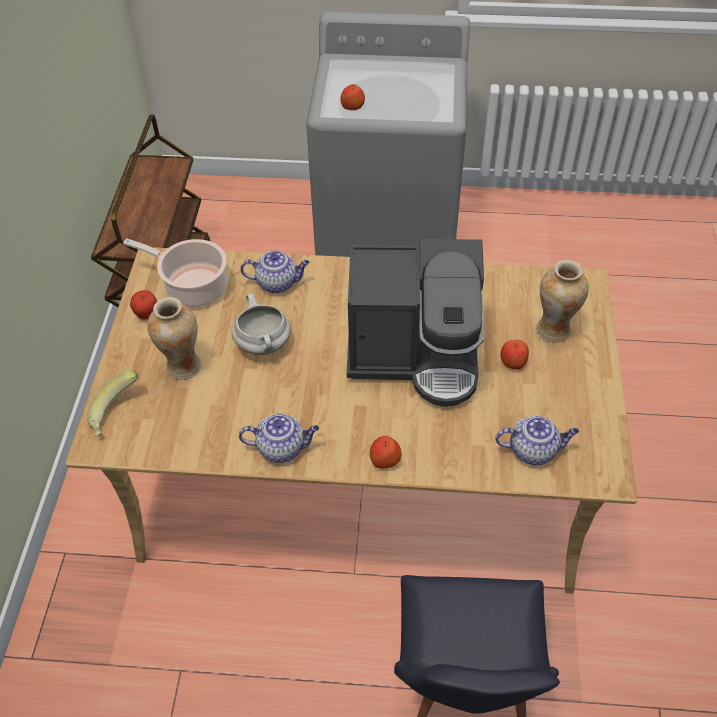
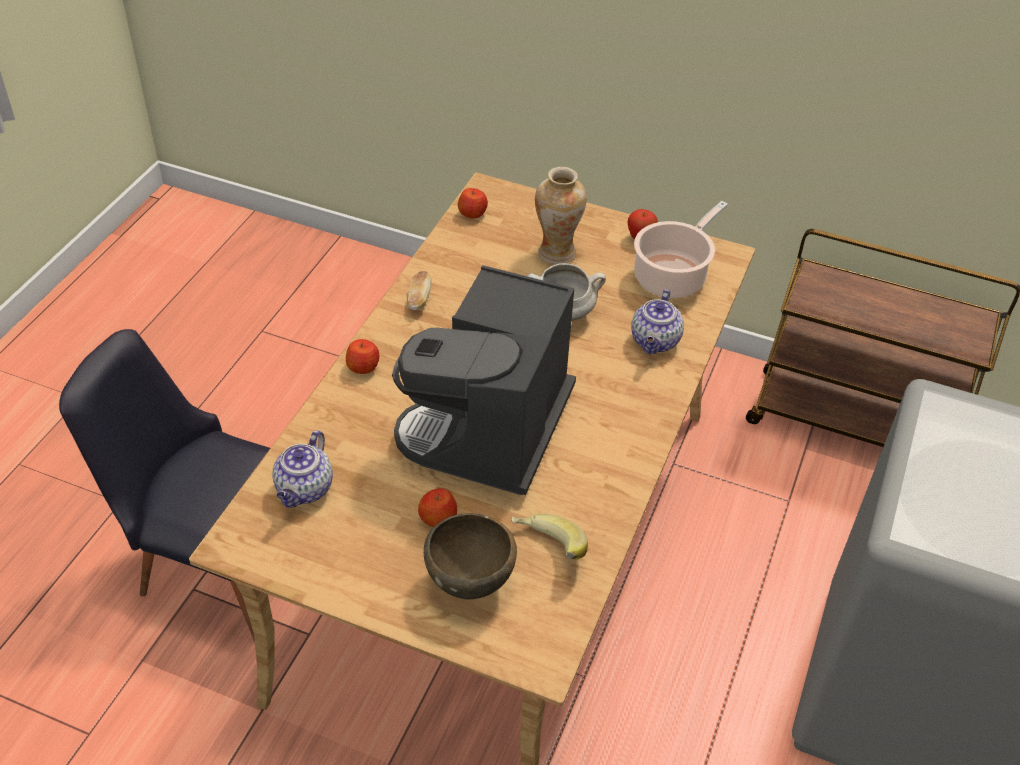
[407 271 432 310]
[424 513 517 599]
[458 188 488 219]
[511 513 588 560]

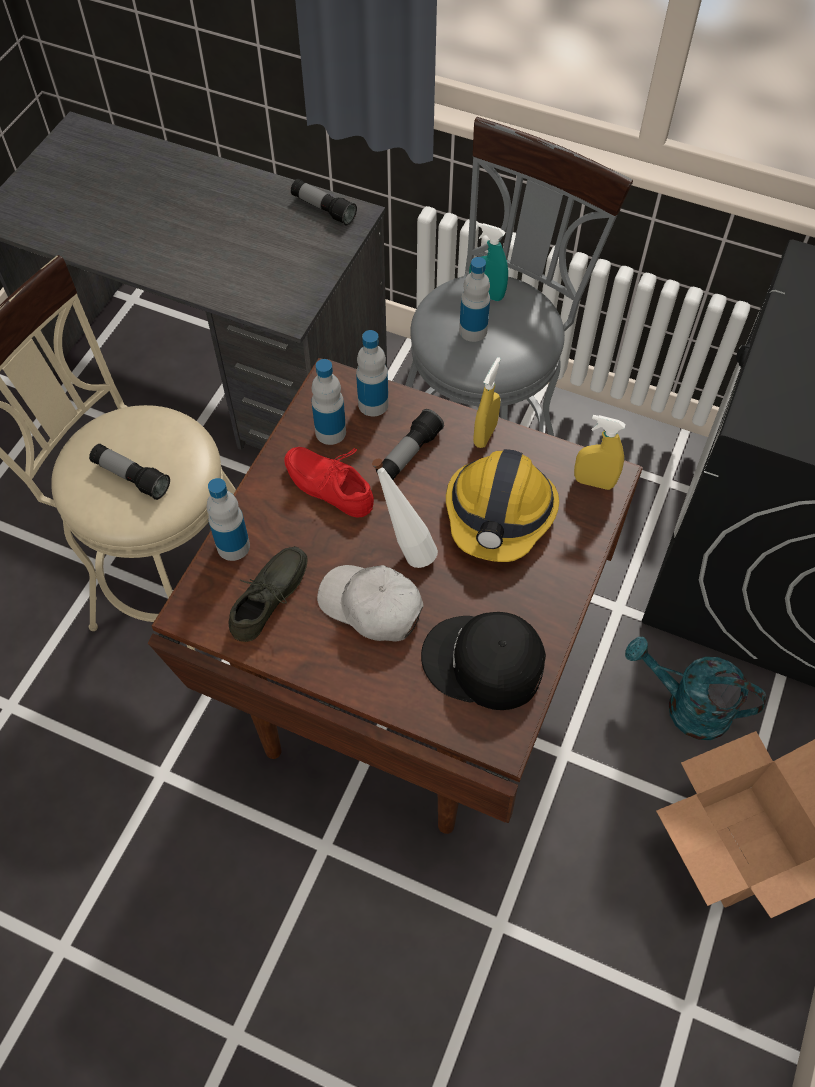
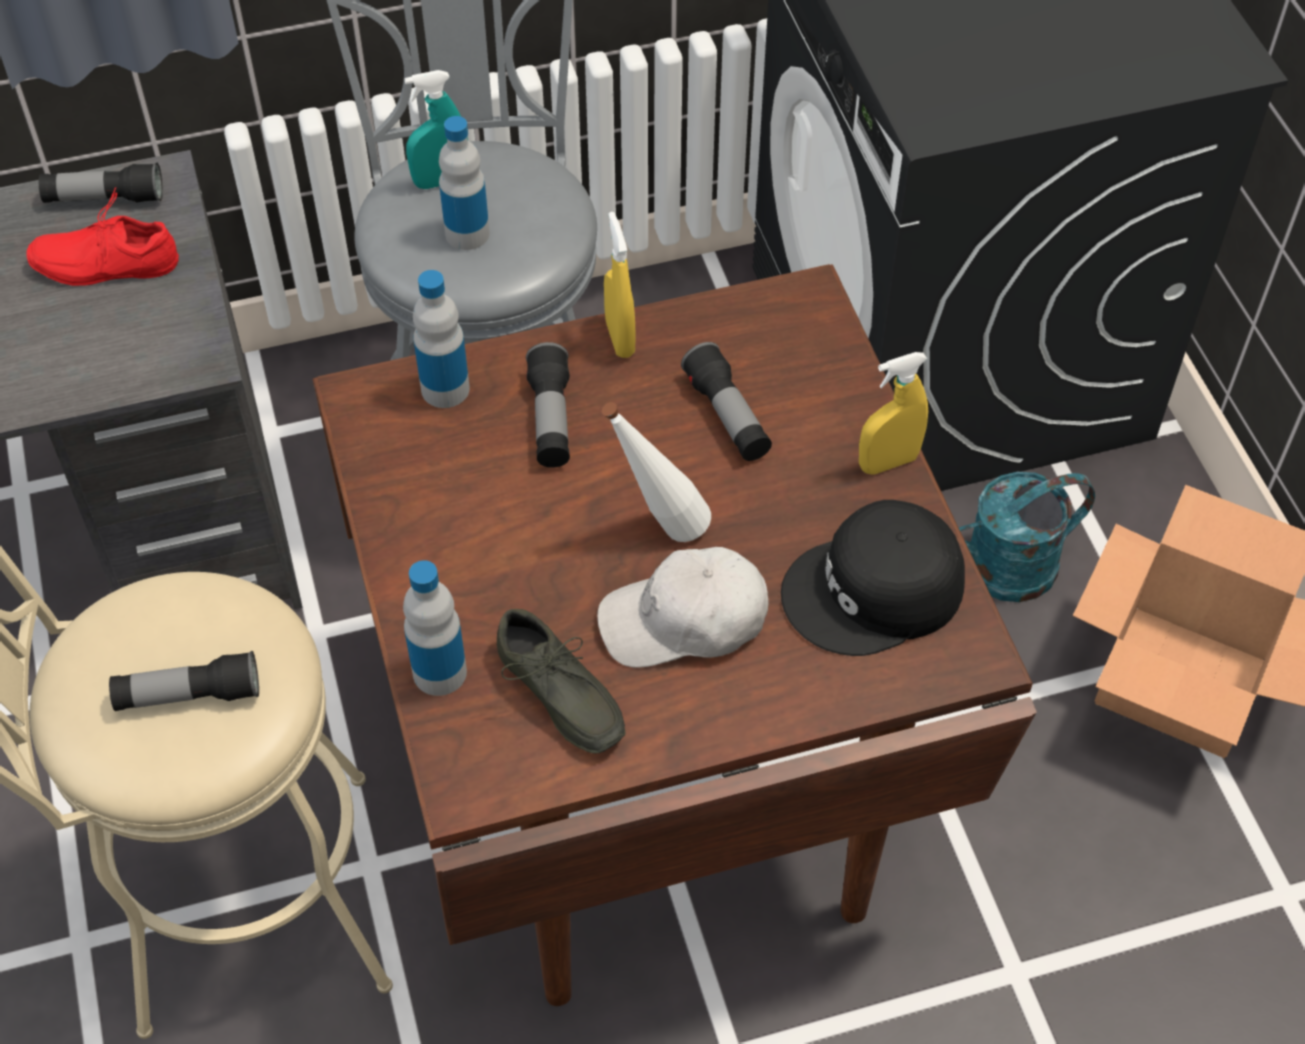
[26 187 179 286]
[497 609 625 753]
[681 342 772 461]
[859 352 928 474]
[311 359 346 445] (first image)

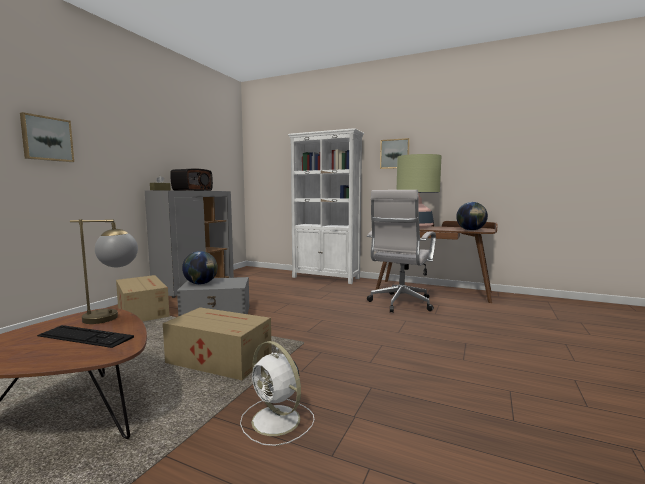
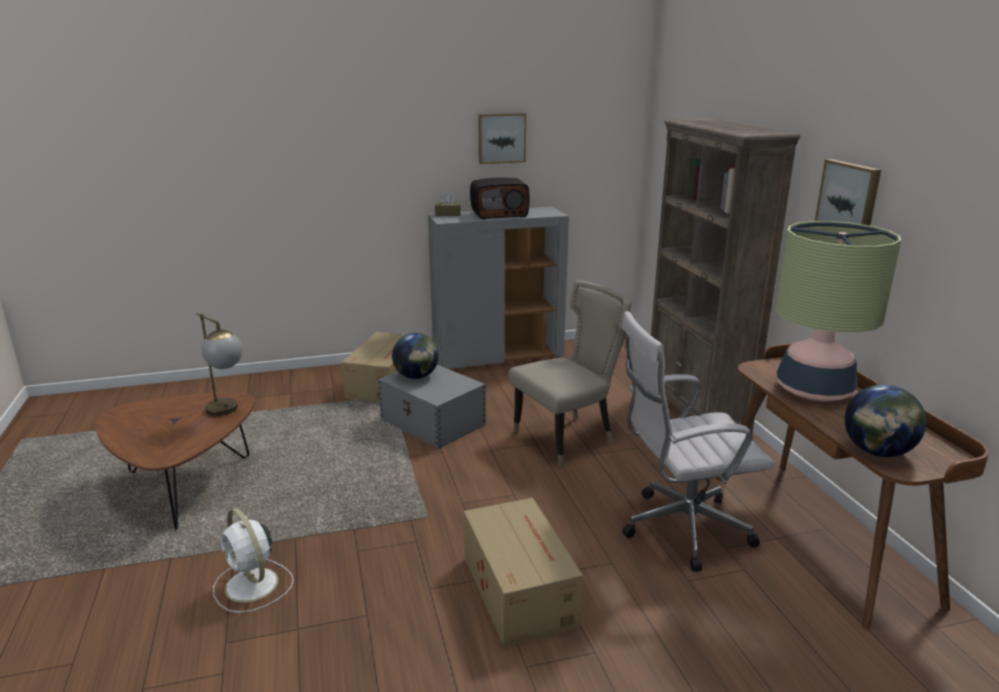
[213 508 293 613]
[464 497 583 647]
[478 113 526 164]
[508 280 631 467]
[651 118 800 435]
[37 325 134 348] (first image)

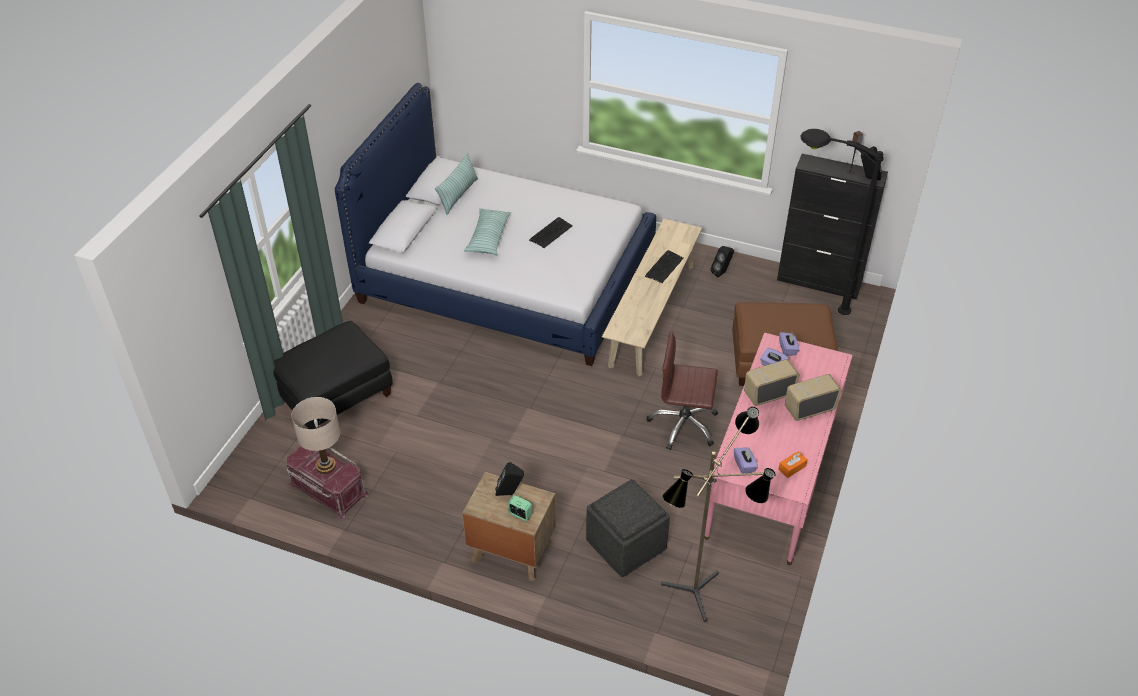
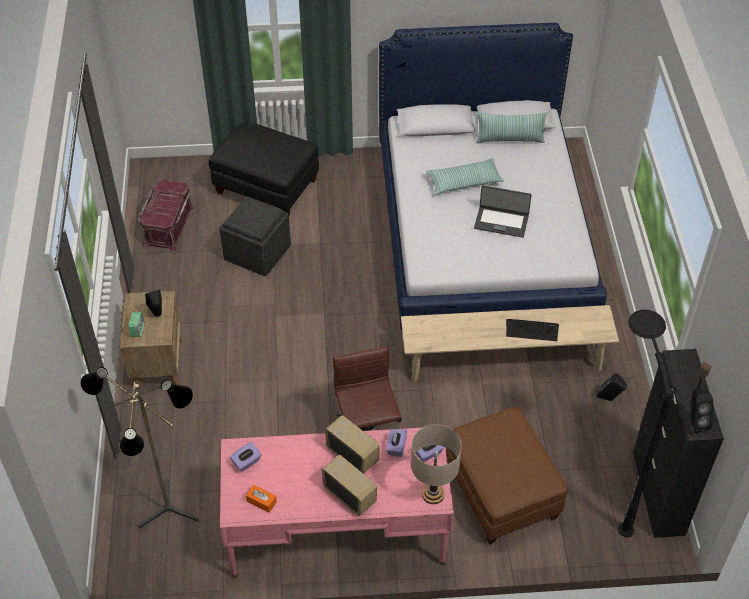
[220 196 291 276]
[411 424 462 504]
[474 185 532 237]

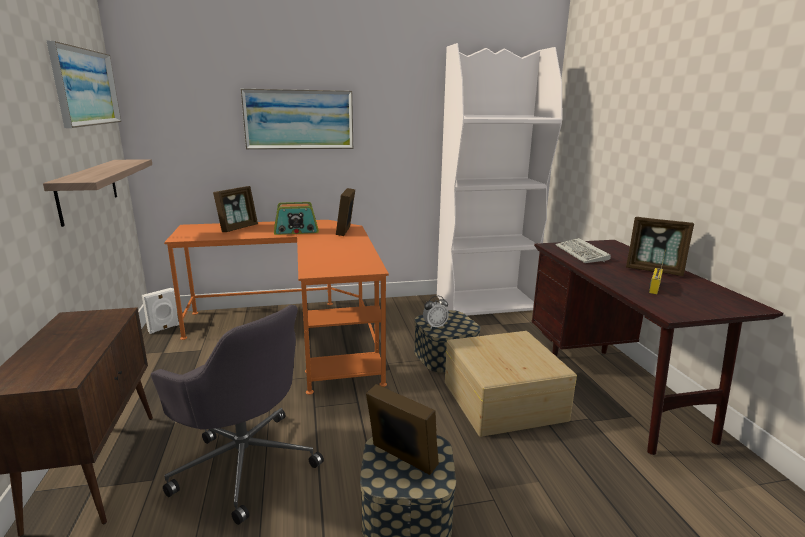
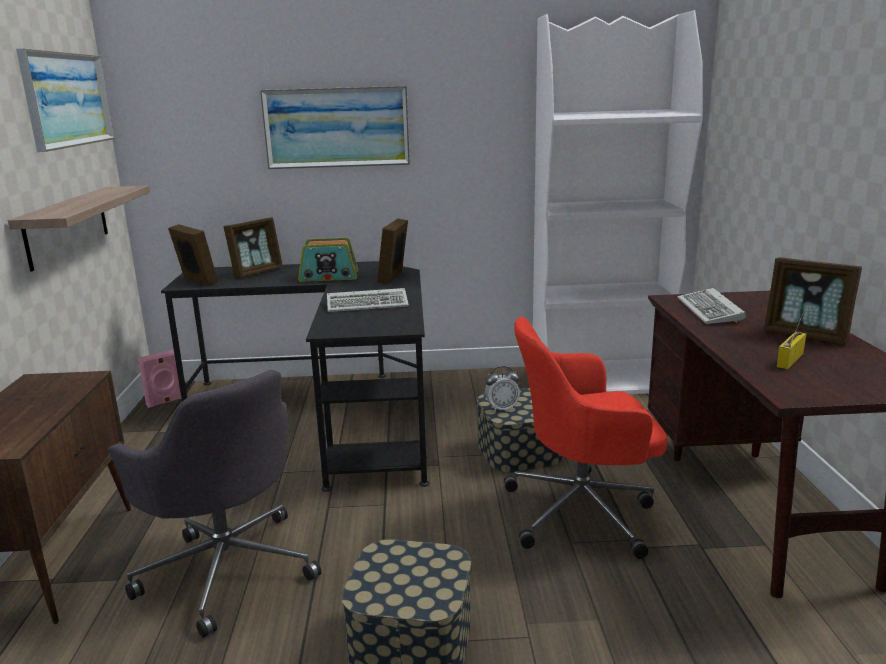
[138 350 181 408]
[161 261 429 492]
[168 224 218 286]
[327 288 409 312]
[504 317 668 559]

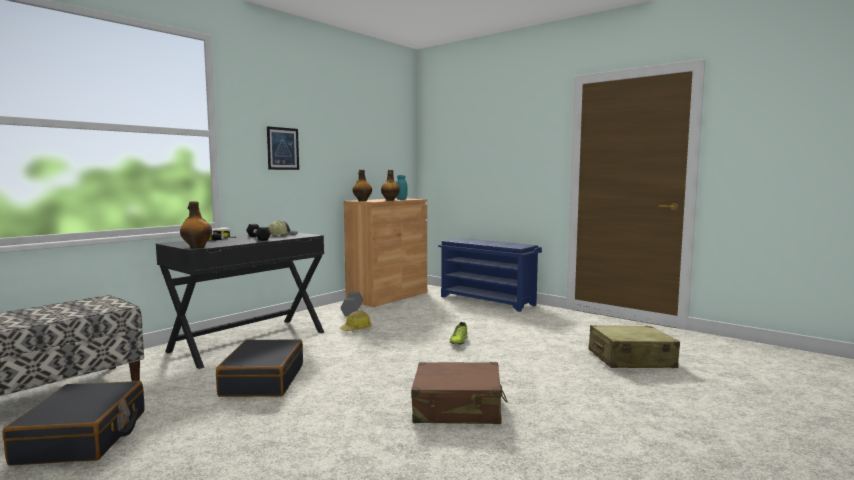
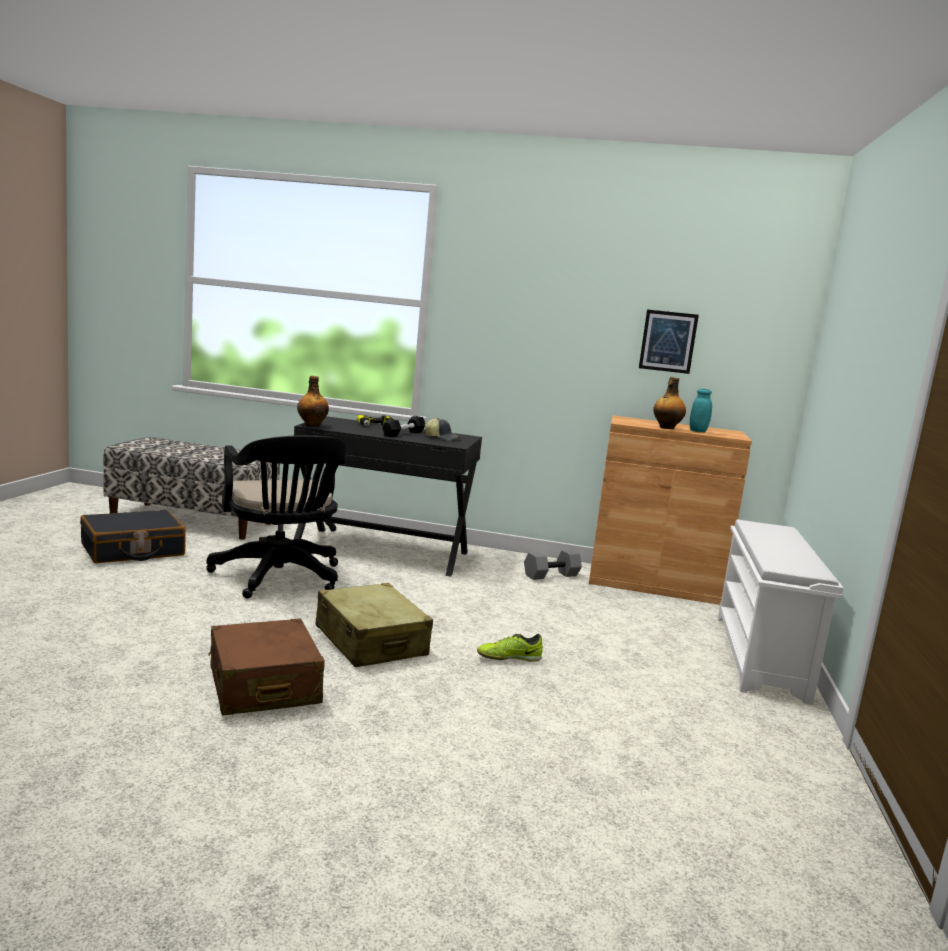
[206 435 347 598]
[315 583 433 667]
[639 310 699 374]
[718 520 844 705]
[340 311 371 331] (first image)
[353 170 372 201] (first image)

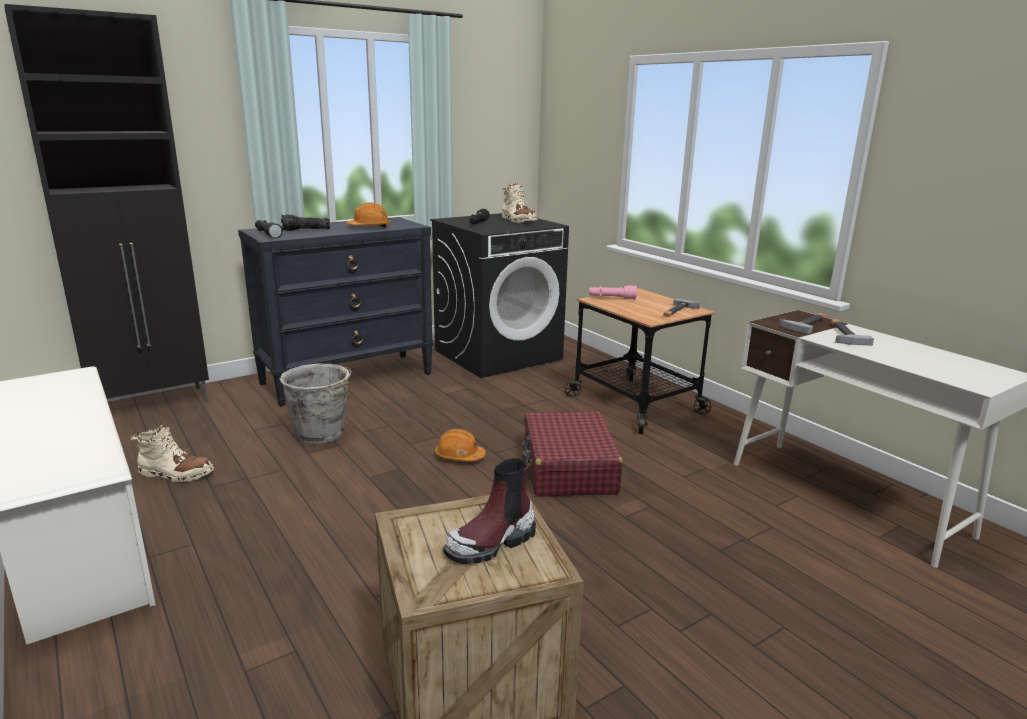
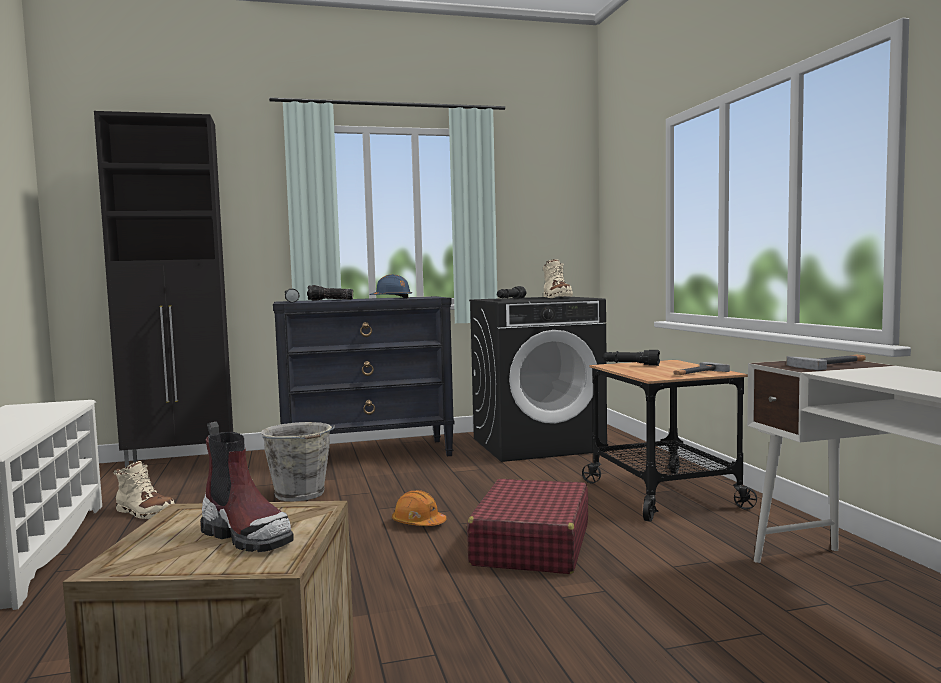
[200 422 294 552]
[369 274 412 298]
[604 350 660 366]
[831 319 874 346] (first image)

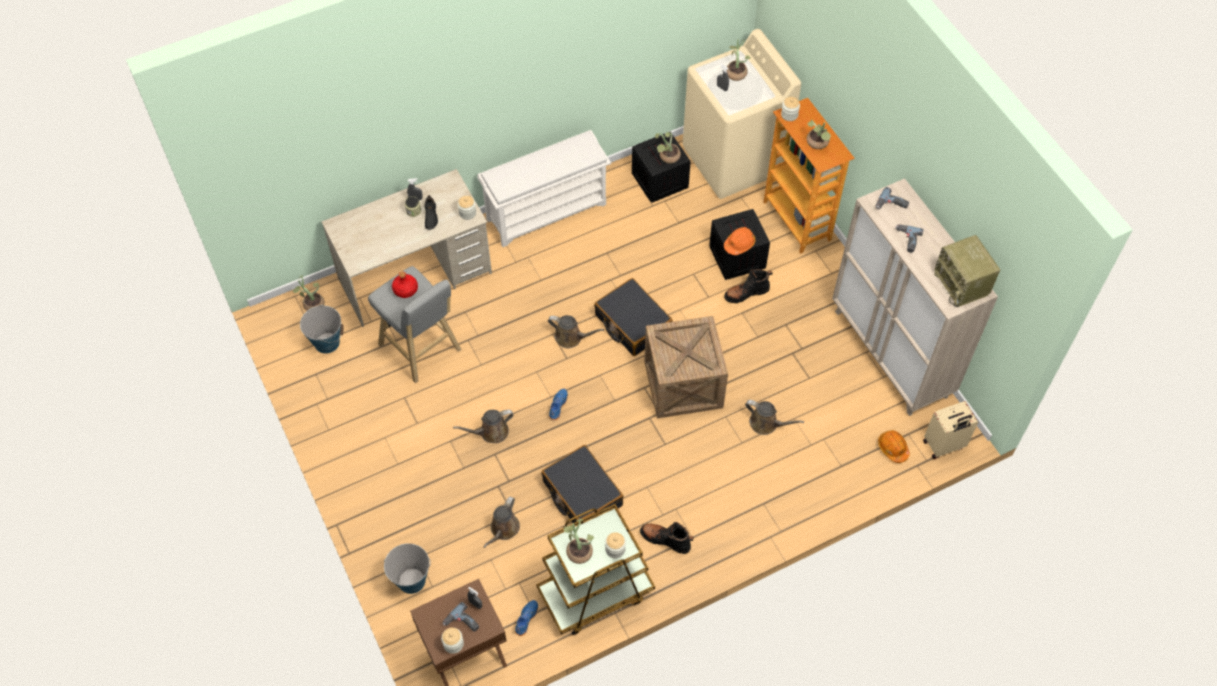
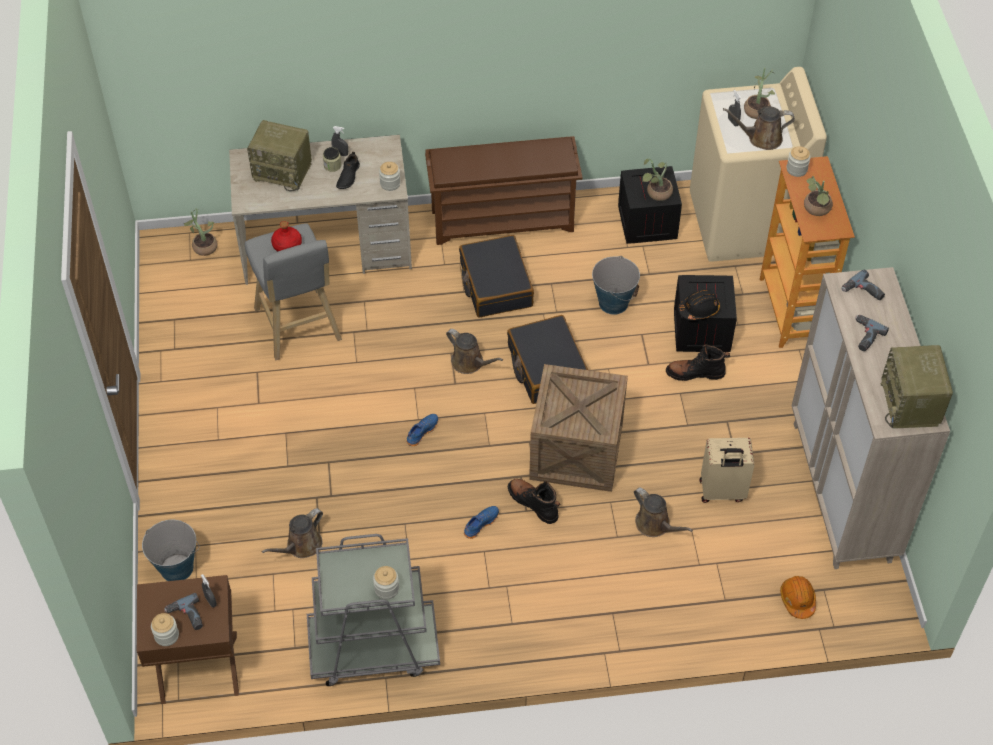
[247 120 312 191]
[307 534 440 686]
[425 136 583 245]
[459 235 534 317]
[464 506 499 539]
[508 479 560 524]
[592 256 640 315]
[678 289 720 320]
[699 438 754 503]
[723 106 795 150]
[564 519 594 564] (first image)

